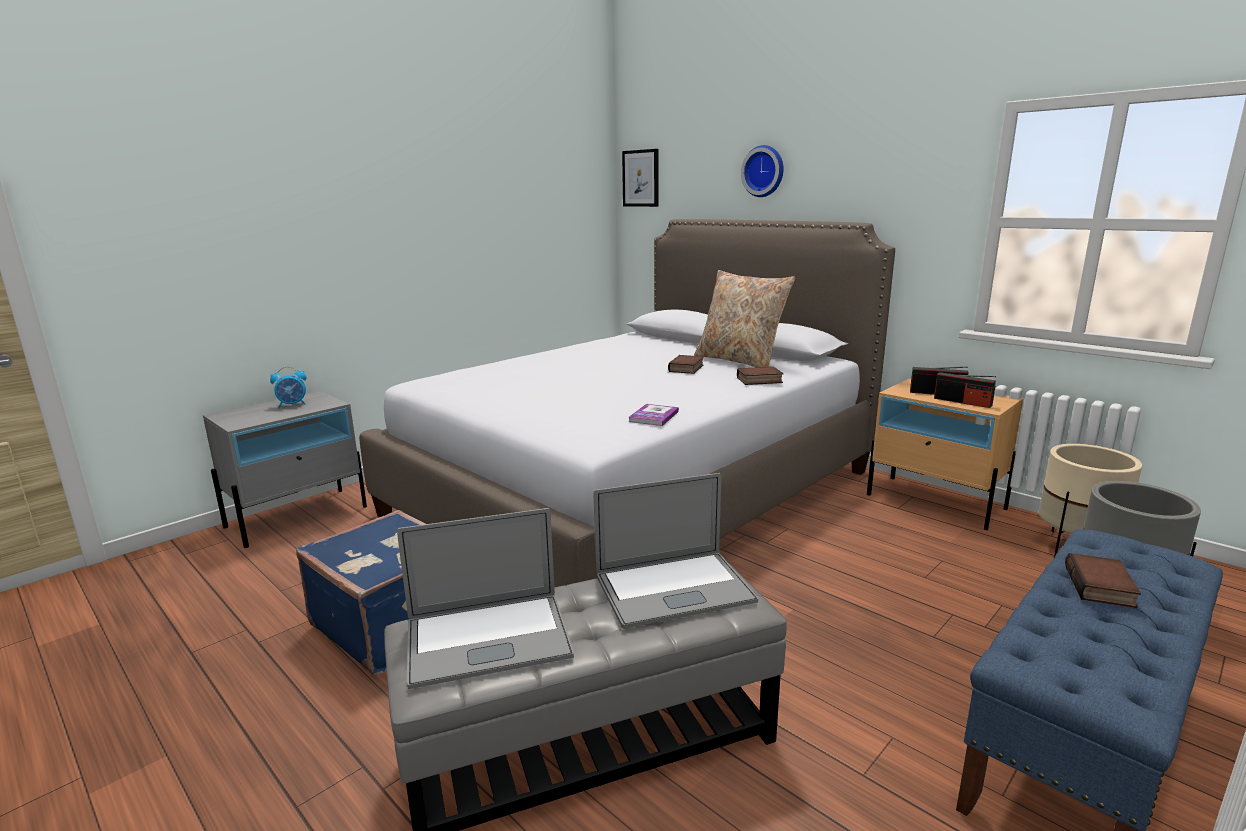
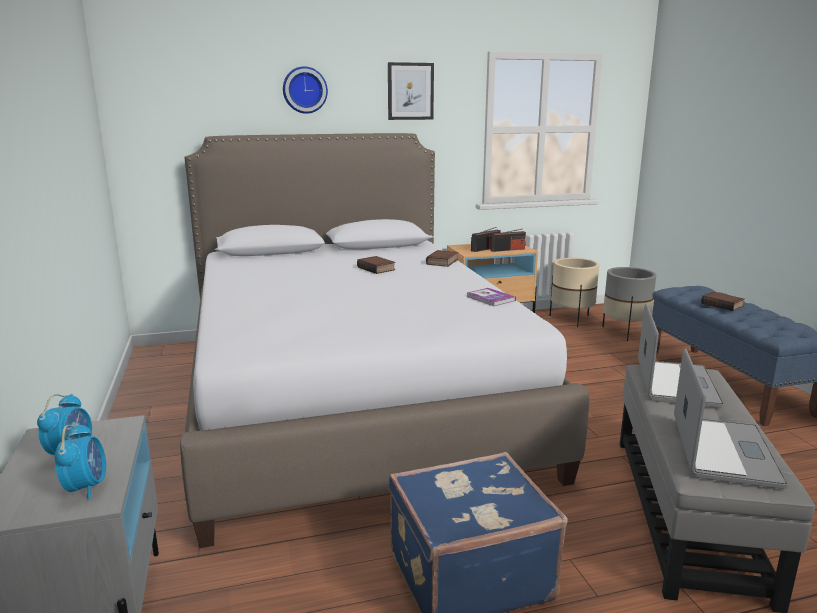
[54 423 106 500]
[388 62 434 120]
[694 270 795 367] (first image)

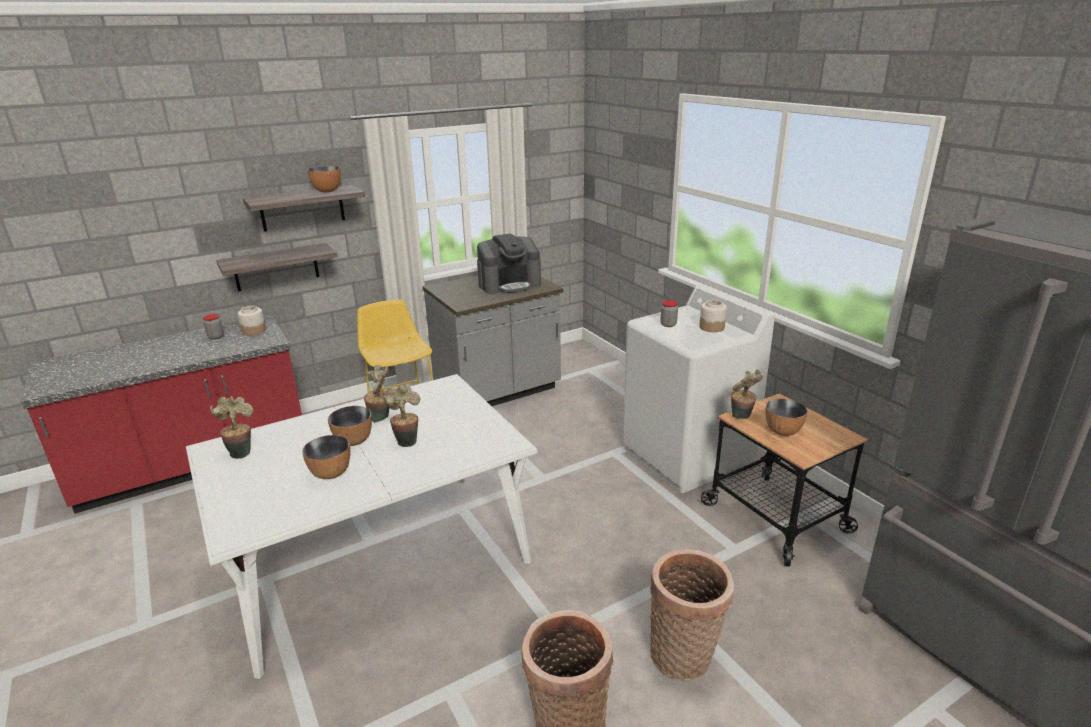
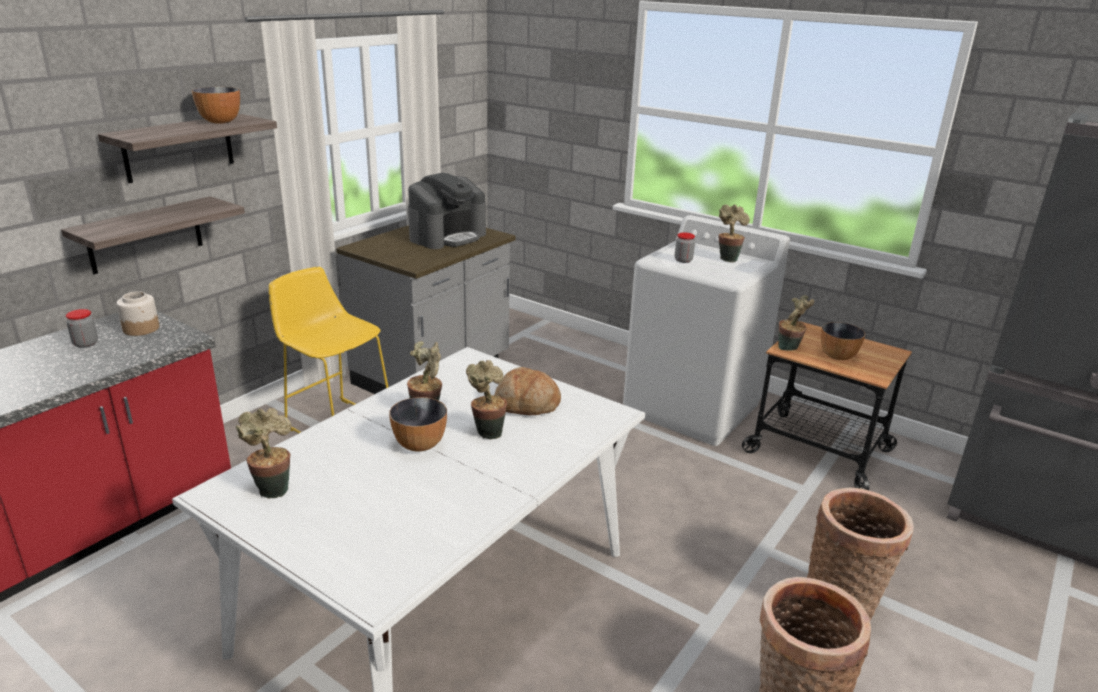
[494 367 561 415]
[719 205 750 263]
[302 435 350 479] (first image)

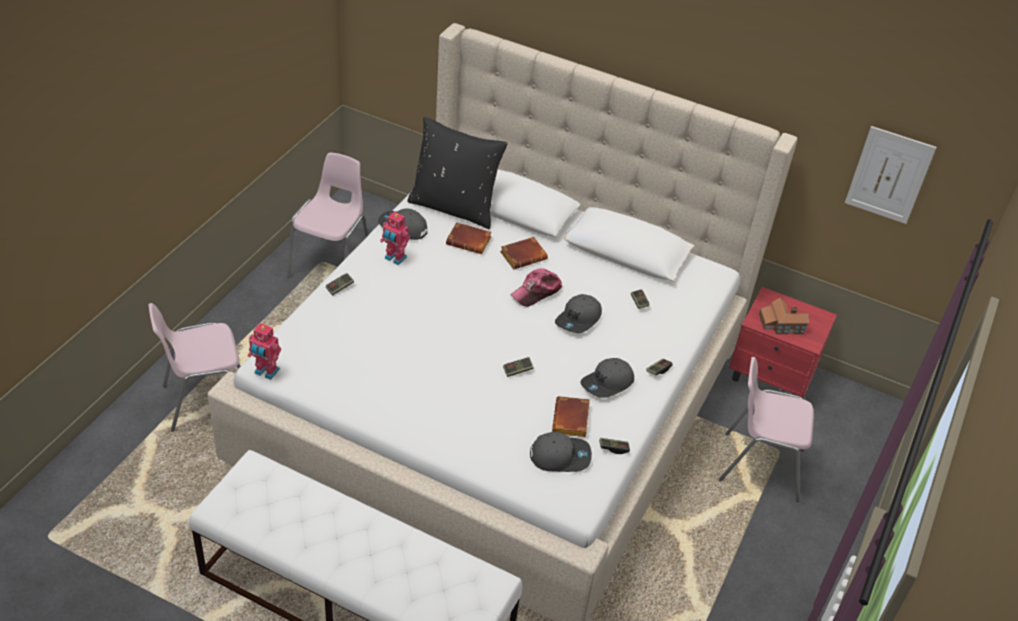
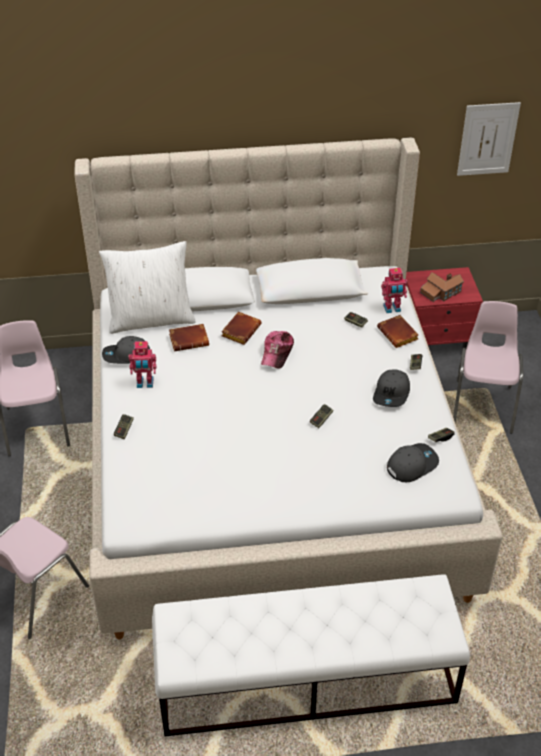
[99 241 196 334]
[377 315 419 348]
[381 268 407 313]
[453 301 523 434]
[555 294 602 333] (first image)

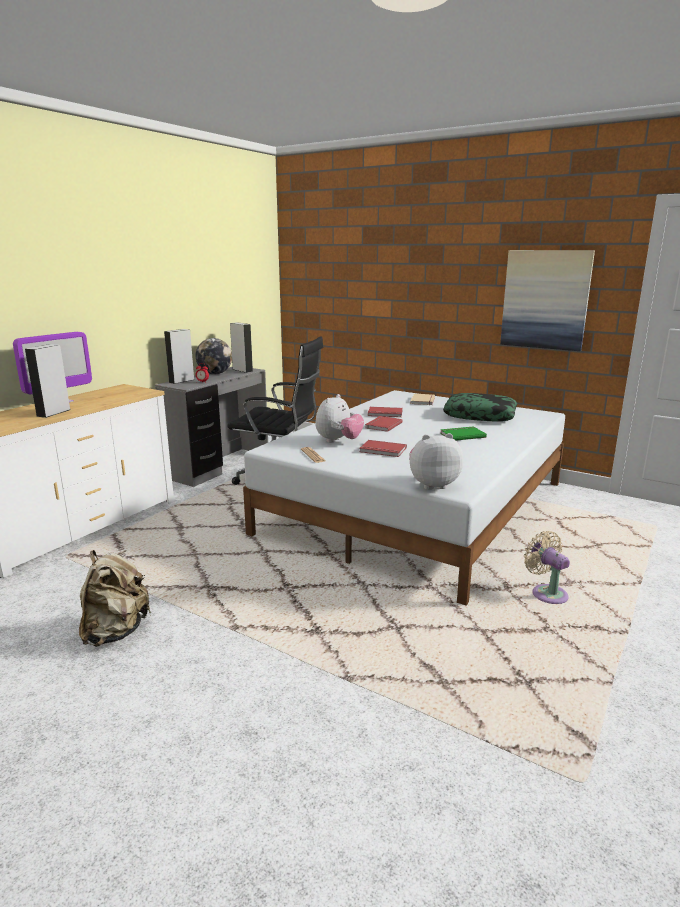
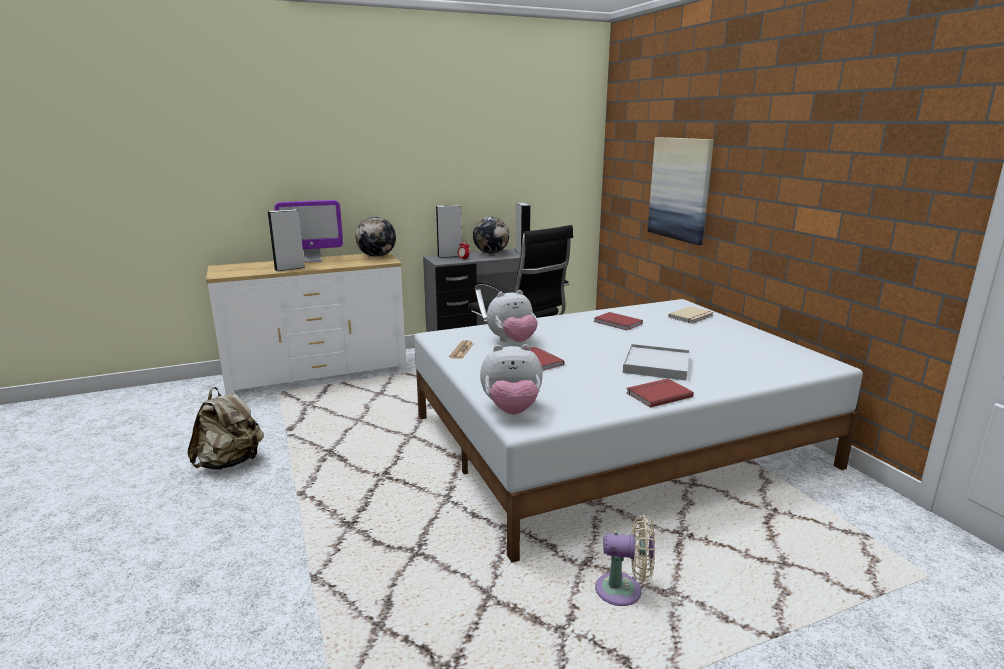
[355 217 396 257]
[480 344 543 415]
[595 515 655 606]
[623 344 690 380]
[626 379 694 408]
[648 137 714 245]
[443 393 517 422] (first image)

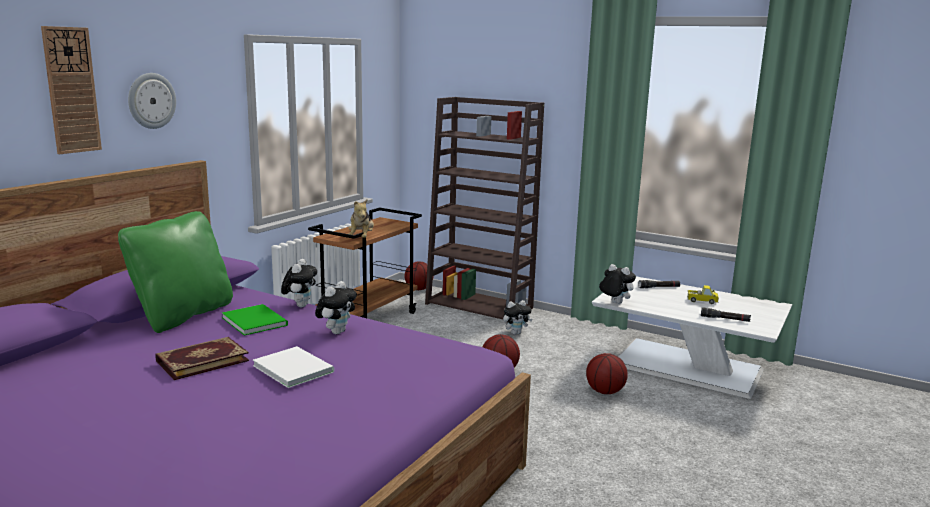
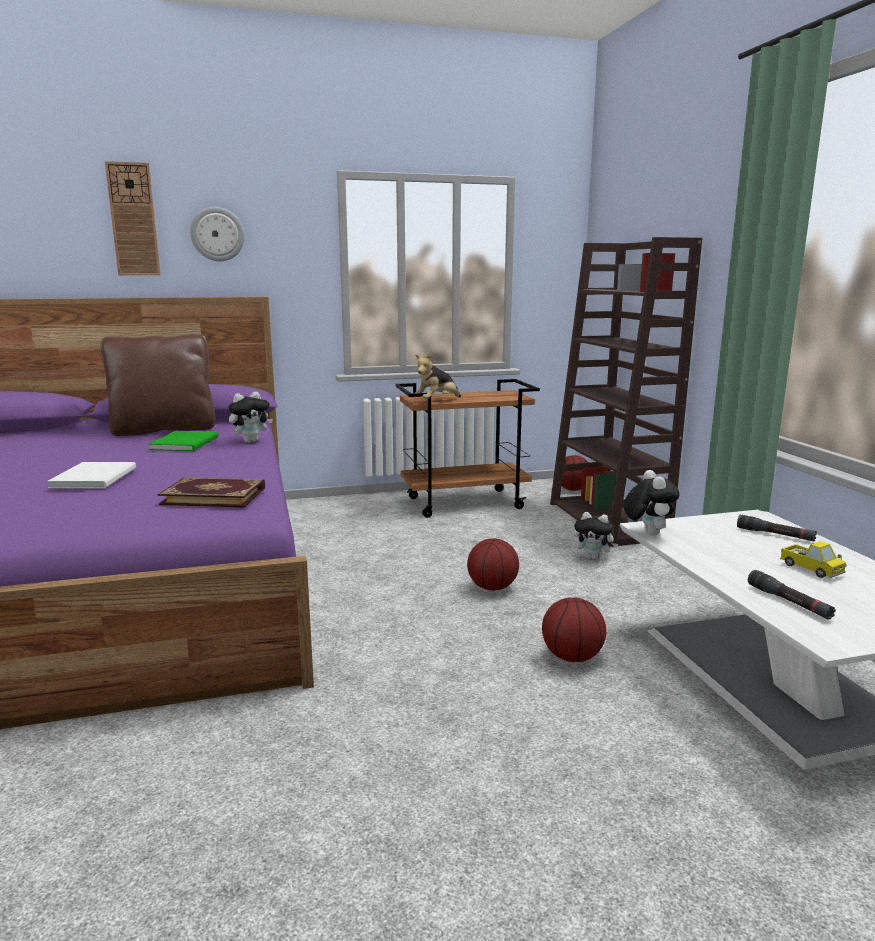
[100 334 216 436]
[157 477 265 508]
[315 281 357 334] (first image)

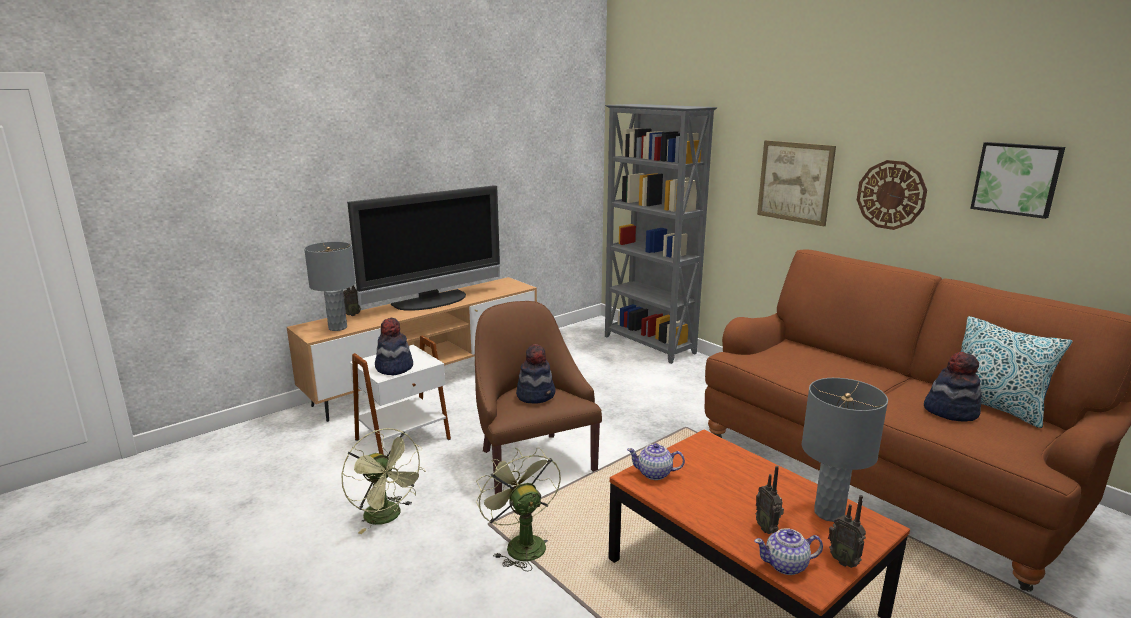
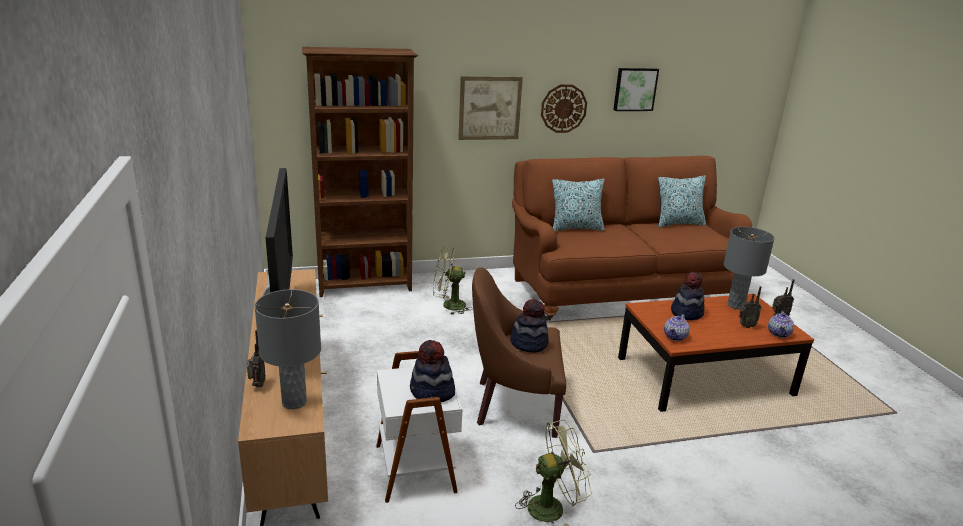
[302 47 418 297]
[433 247 473 315]
[552 179 605 231]
[671 272 704 320]

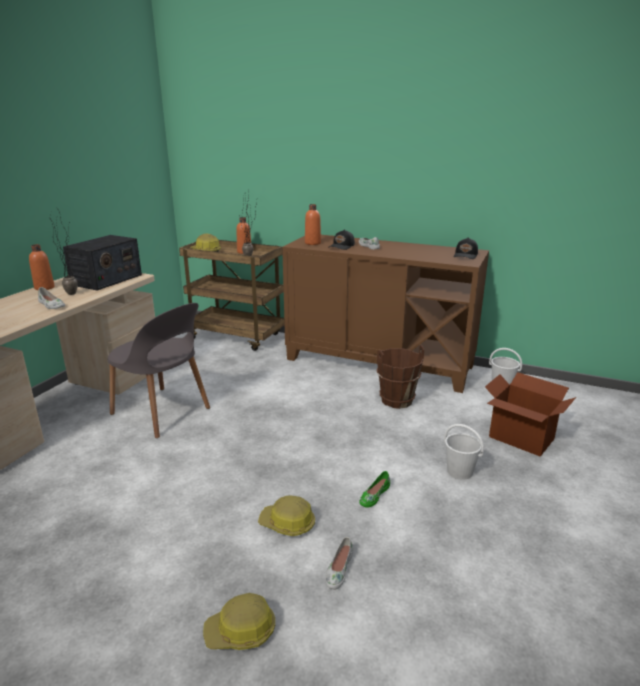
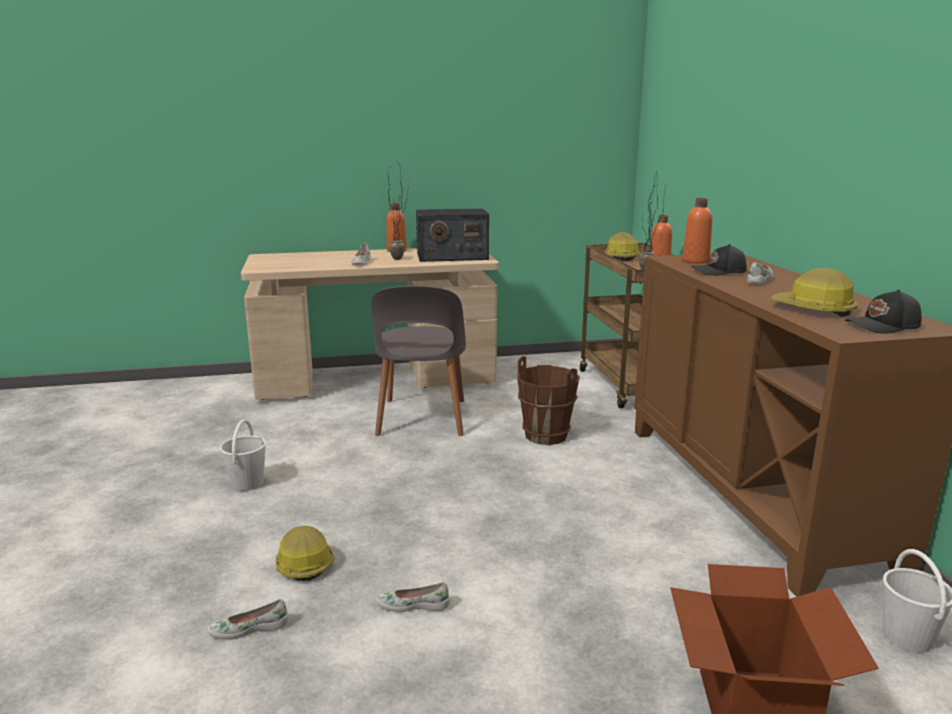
[220 419 266 491]
[375 582 450 612]
[517 356 580 445]
[771 268 858 317]

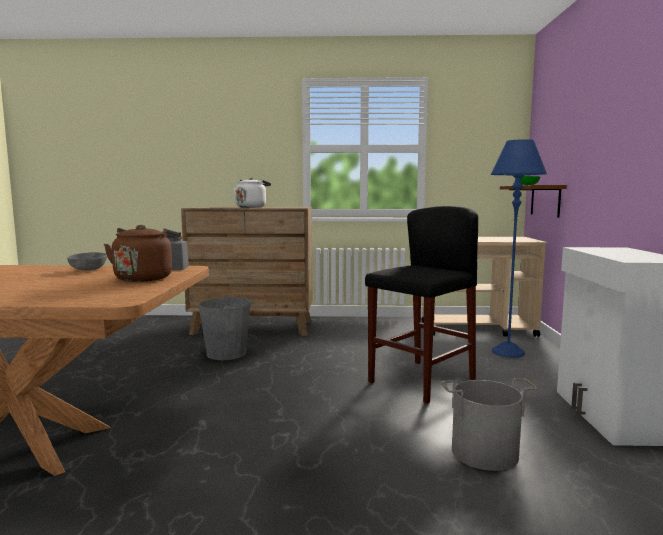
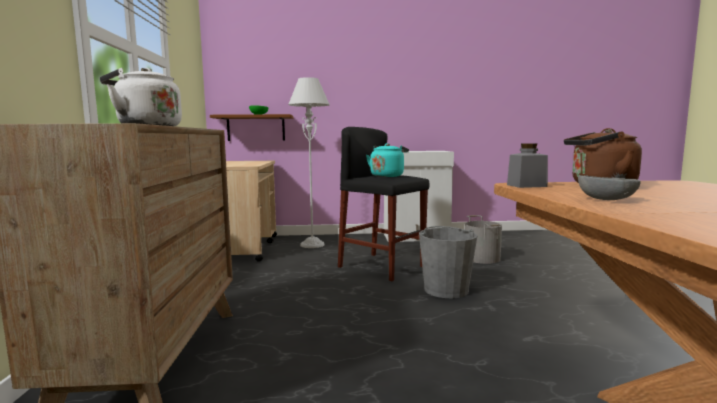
[288 77 330 248]
[366 143 409 177]
[419 226 478 298]

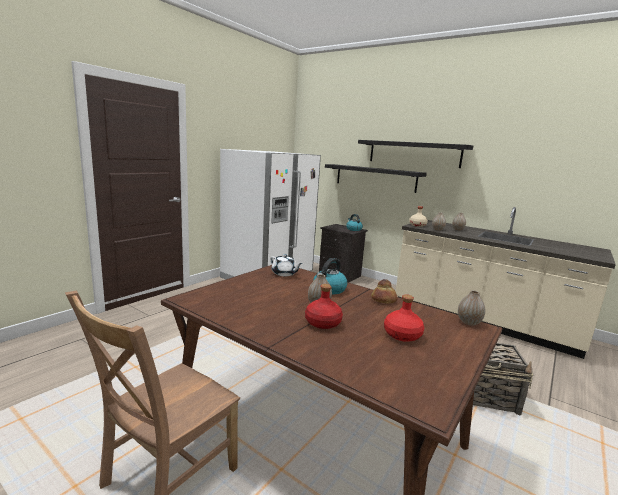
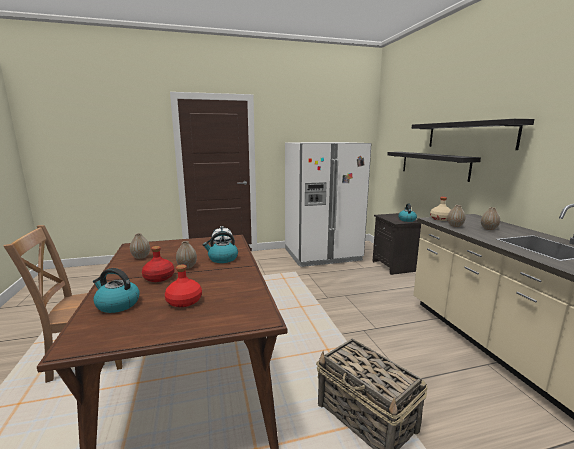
[93 268 140 313]
[130 233 150 259]
[371 279 398 304] (first image)

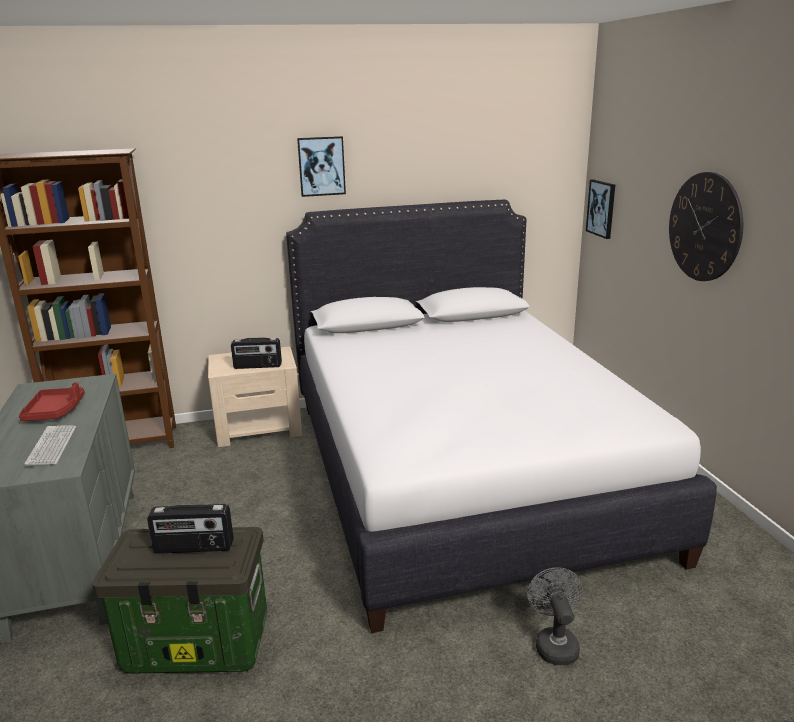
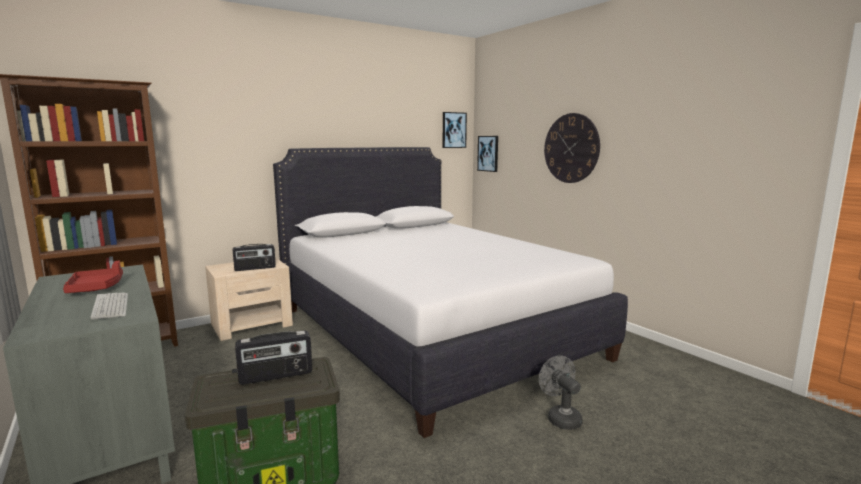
[443 112 467 148]

